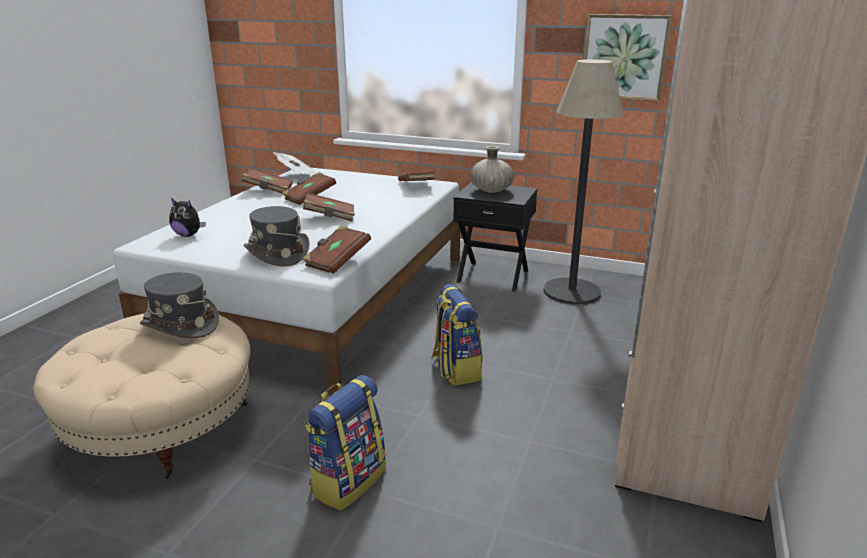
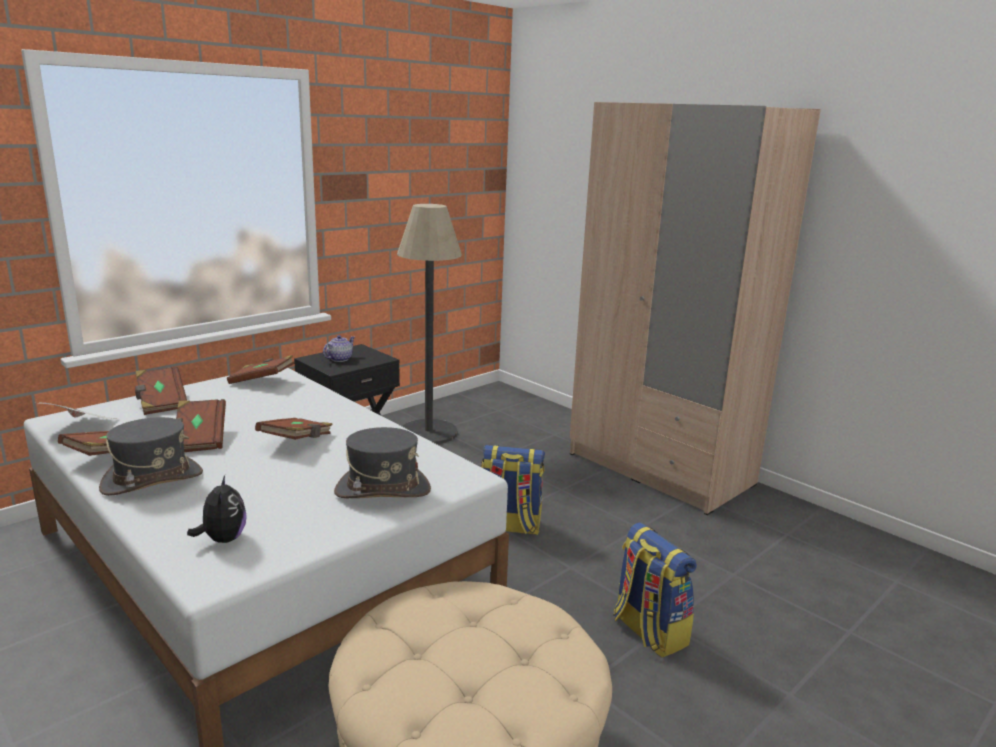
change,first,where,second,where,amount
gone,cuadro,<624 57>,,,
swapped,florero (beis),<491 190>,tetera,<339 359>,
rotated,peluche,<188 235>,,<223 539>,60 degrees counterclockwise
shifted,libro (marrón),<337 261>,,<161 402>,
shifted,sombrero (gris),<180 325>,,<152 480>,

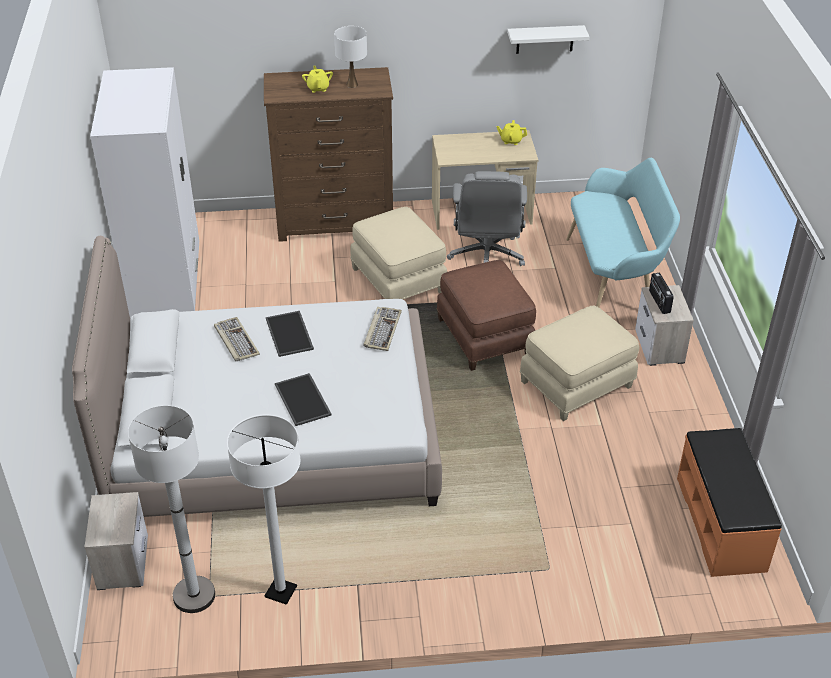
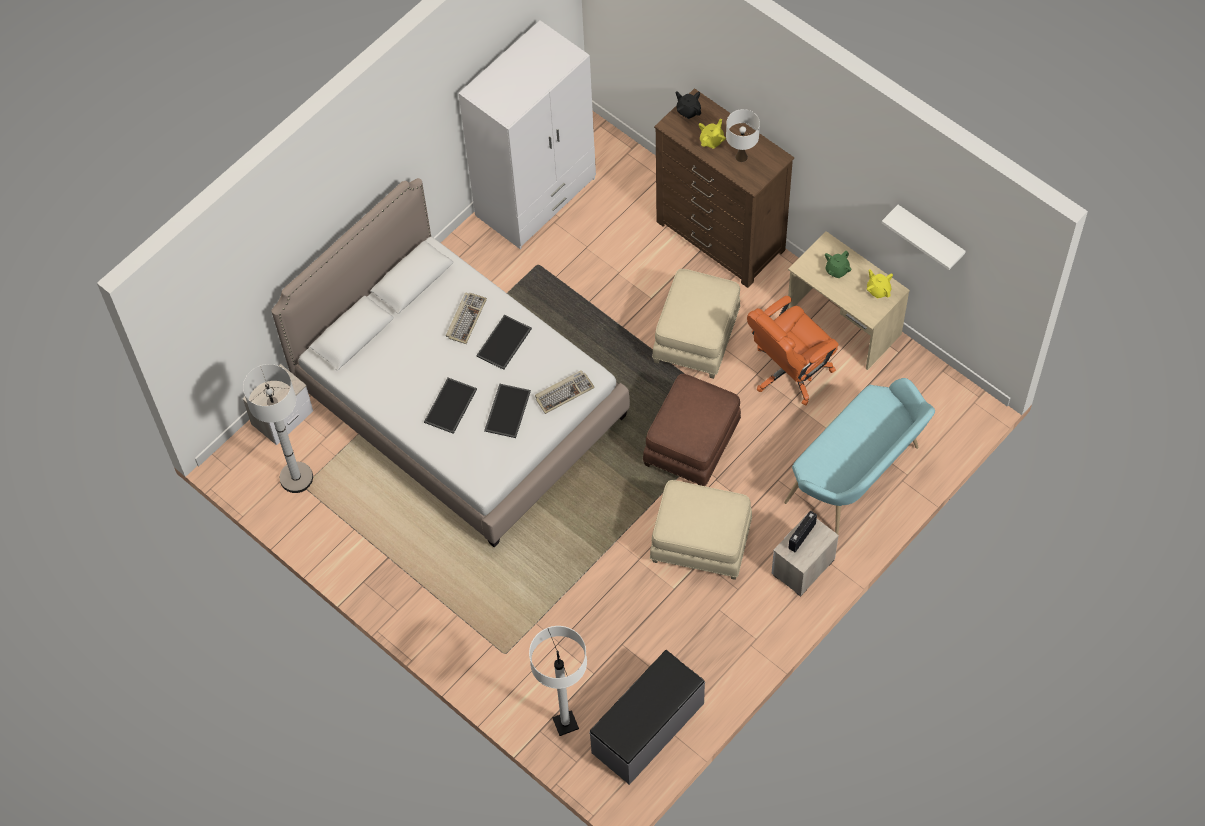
change,first,where,second,where,amount
repainted,silla de oficina (gris),<487 256>,silla de oficina (naranja),<789 371>,
shifted,lámpara de pie (blanco),<281 592>,,<565 723>,
repainted,banco (naranja),<721 523>,banco (gris),<648 728>,
new,,,tetera (negro),<688 110>,
new,,,tetera (verde),<837 270>,
new,,,bandeja,<507 410>,

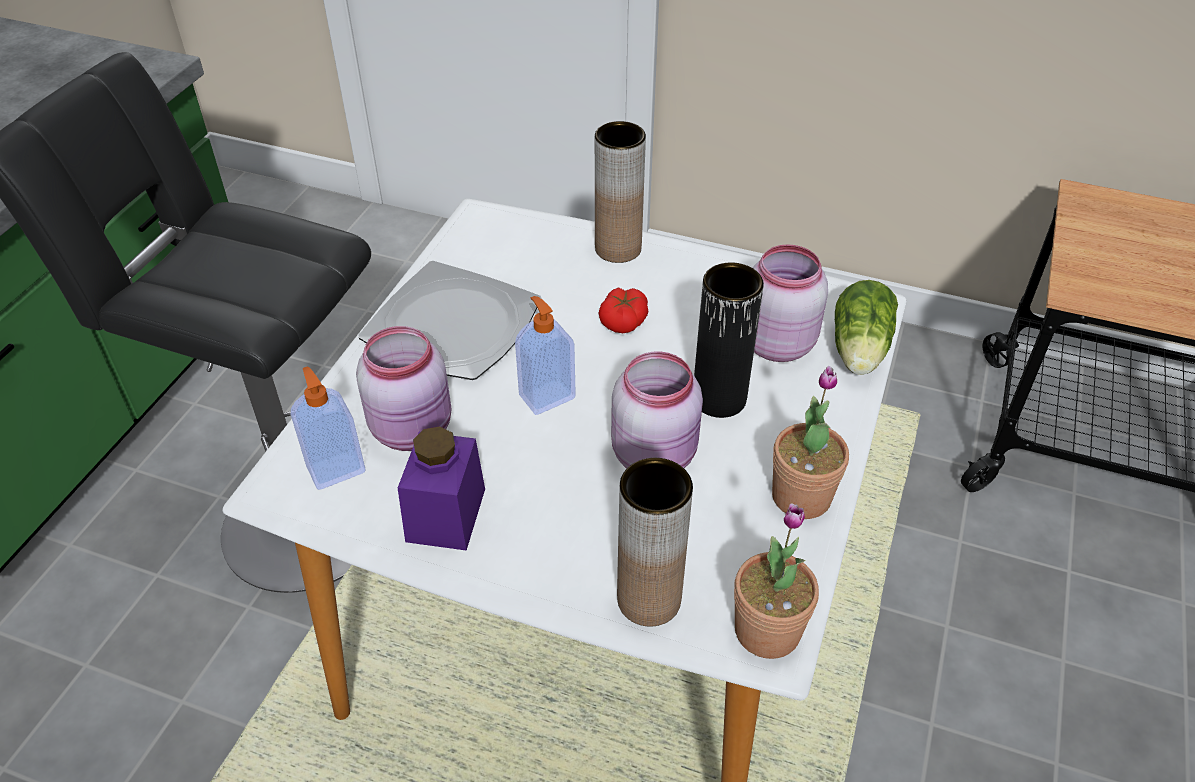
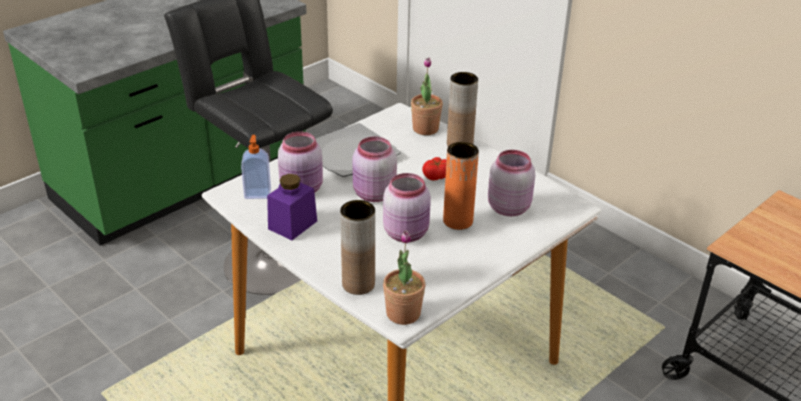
change,first,where,second,where,amount
repainted,florero (negro),<719 398>,florero (naranja),<458 221>,
gone,lechuga,<859 351>,,,
swapped,dispensador de jabón,<546 396>,tarro (rosa),<373 194>,
shifted,planta en maceta,<801 496>,,<425 129>,

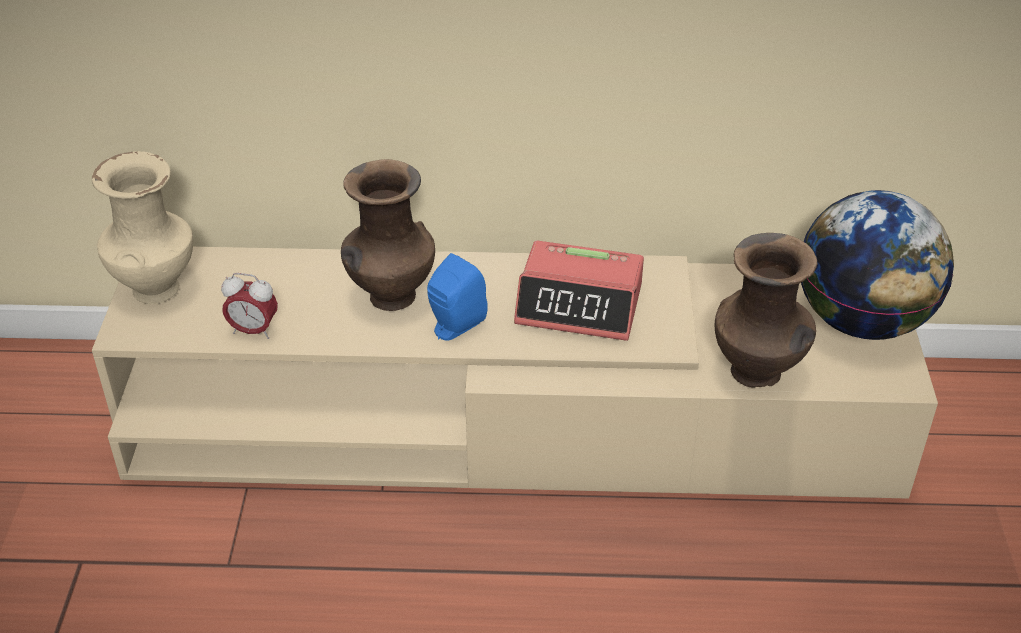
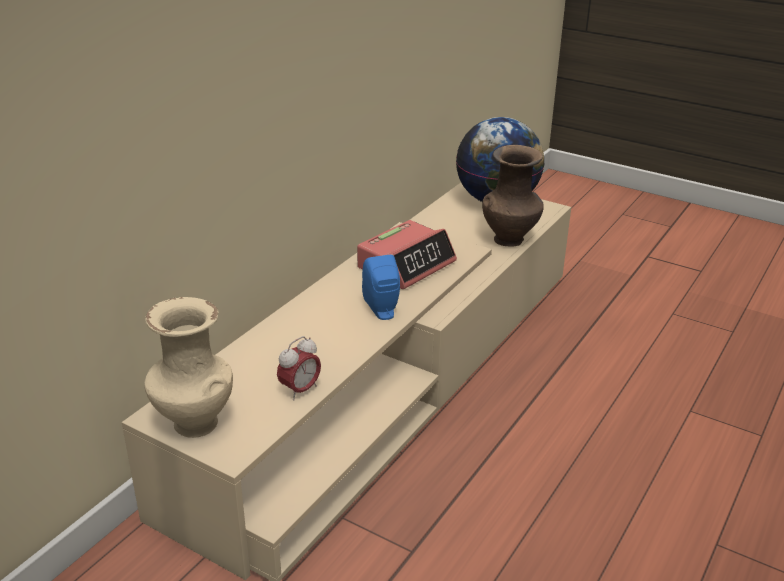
change,first,where,second,where,amount
gone,florero (marrón),<390 297>,,,

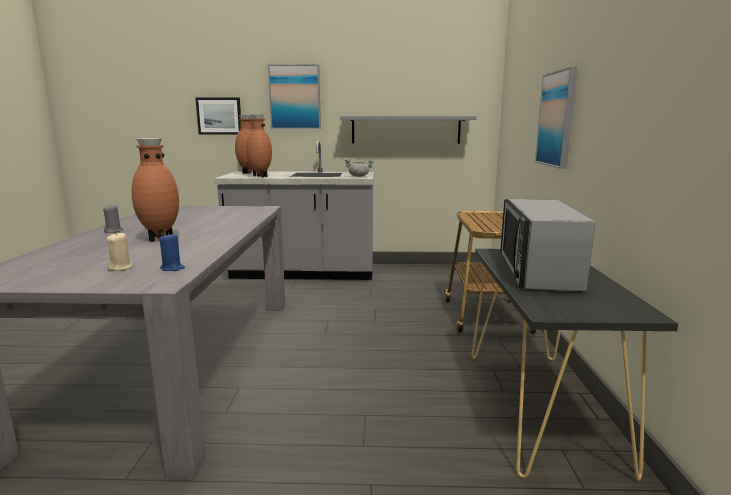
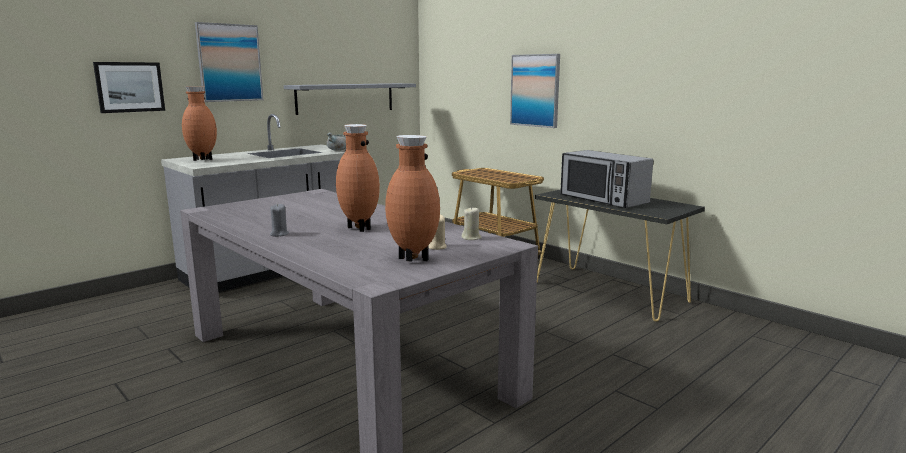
change,first,where,second,where,amount
shifted,florero (marrón),<260 176>,,<413 259>,
repainted,vela (azul),<172 268>,vela (beis),<471 238>,

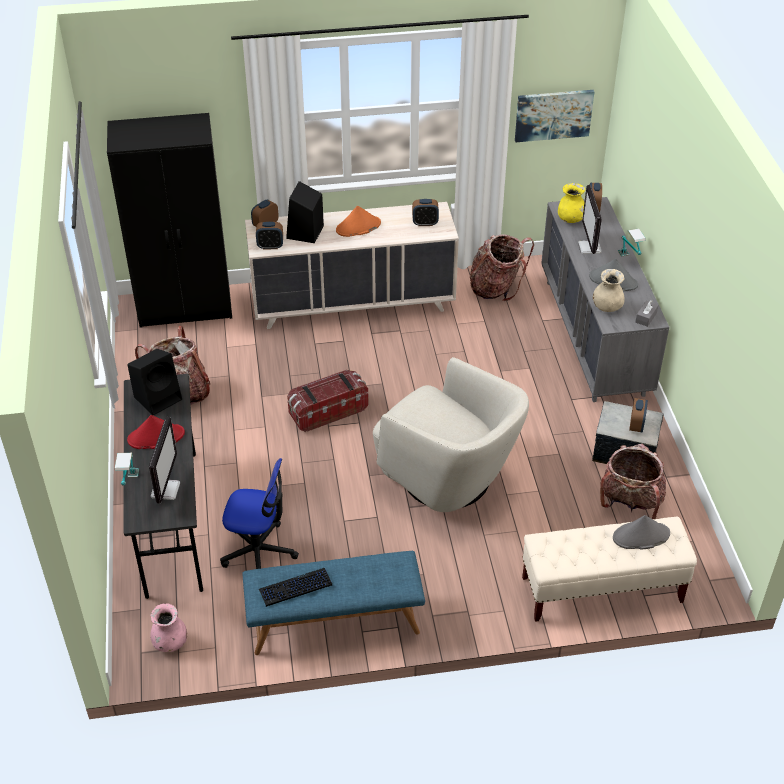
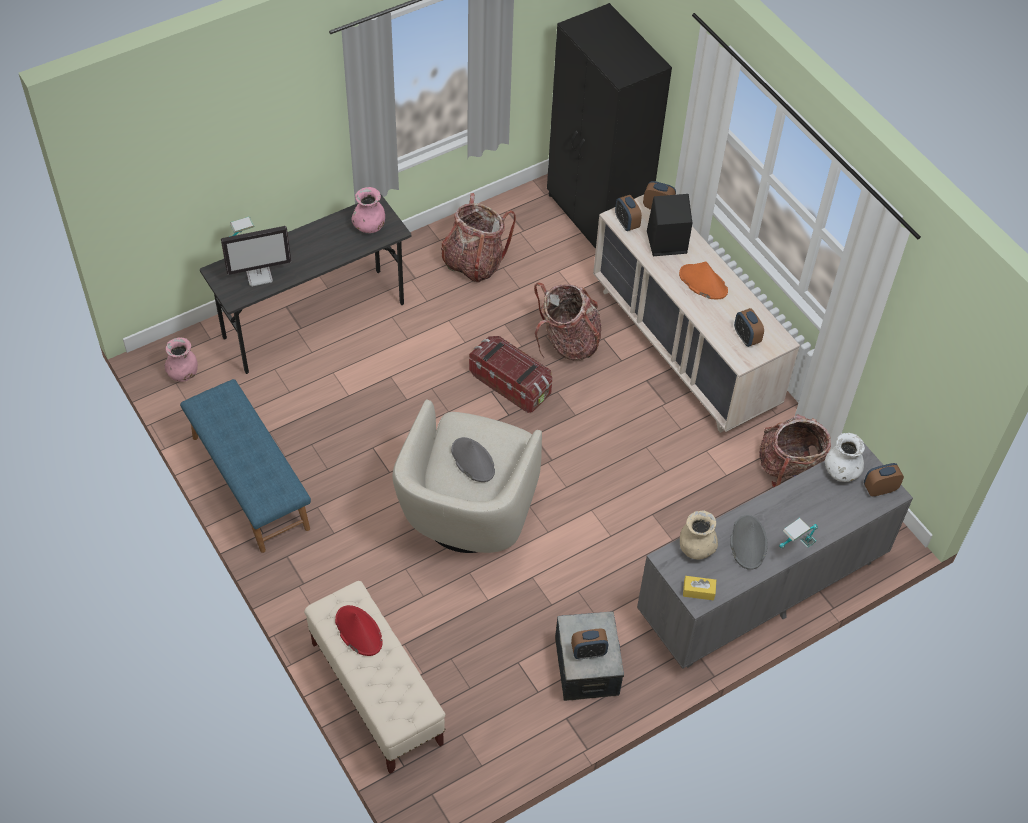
change,first,where,second,where,amount
gone,cuadro,<553 115>,,,
repainted,florero (amarillo),<570 219>,florero (blanco),<841 472>,
gone,monitor,<589 248>,,,
repainted,caja de pañuelos (gris),<646 317>,caja de pañuelos (amarillo),<698 591>,
swapped,altavoz (negro),<159 397>,florero (rosa),<369 226>,
shifted,sombrero (rojo),<156 437>,,<358 631>,
shifted,mochila,<630 502>,,<568 343>,
gone,silla de oficina,<259 552>,,,
shifted,sombrero (gris),<641 536>,,<472 460>,
gone,teclado,<295 588>,,,

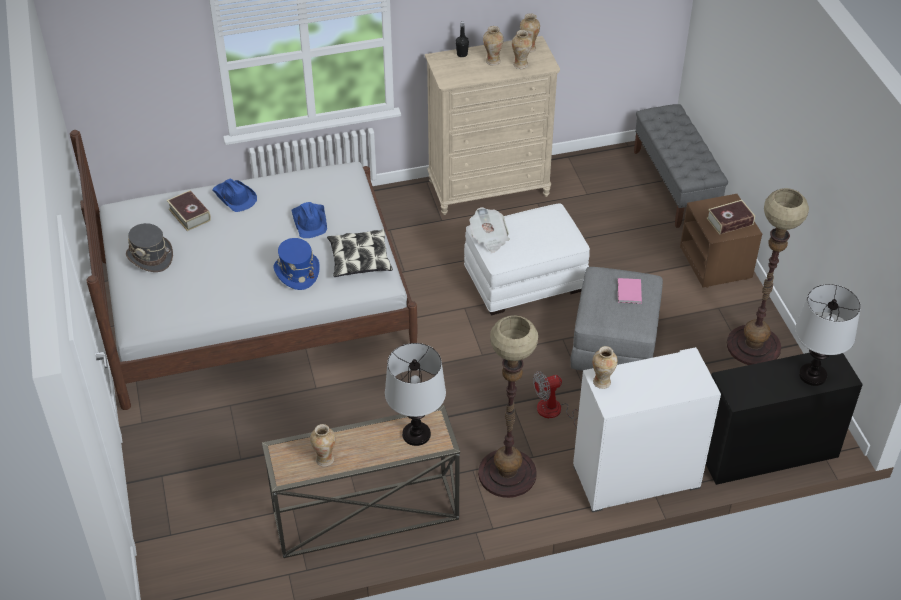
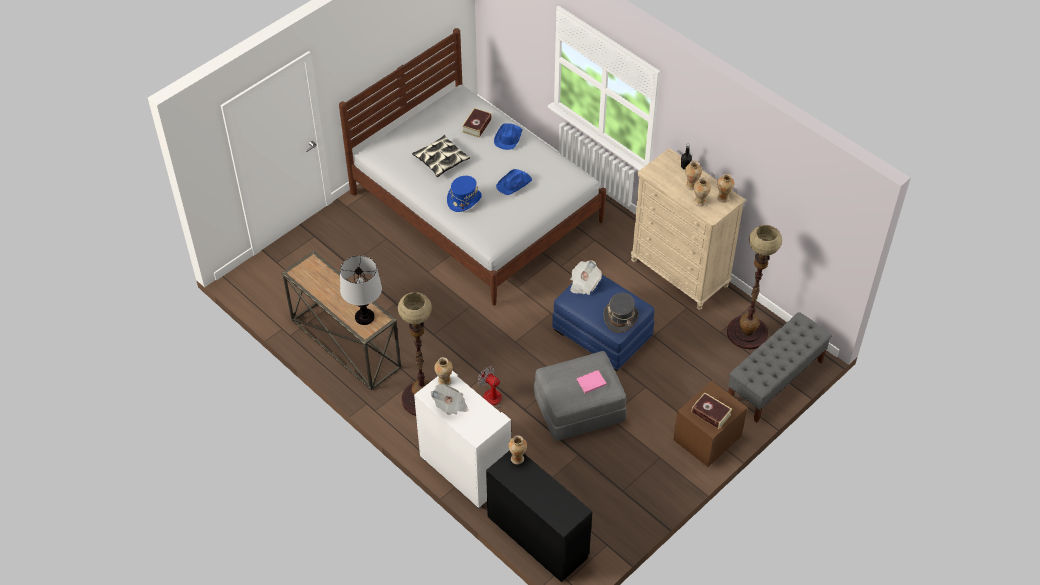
change,first,where,second,where,amount
shifted,lámpara de pie,<753 346>,,<747 333>,
repainted,puf (blanco),<524 280>,puf (azul),<601 334>,
shifted,sombrero (gris),<150 257>,,<620 318>,
shifted,cojín,<359 259>,,<441 160>,
gone,lámpara de mesa,<813 375>,,,
shifted,florero,<325 459>,,<517 458>,
new,,,periódico,<450 405>,

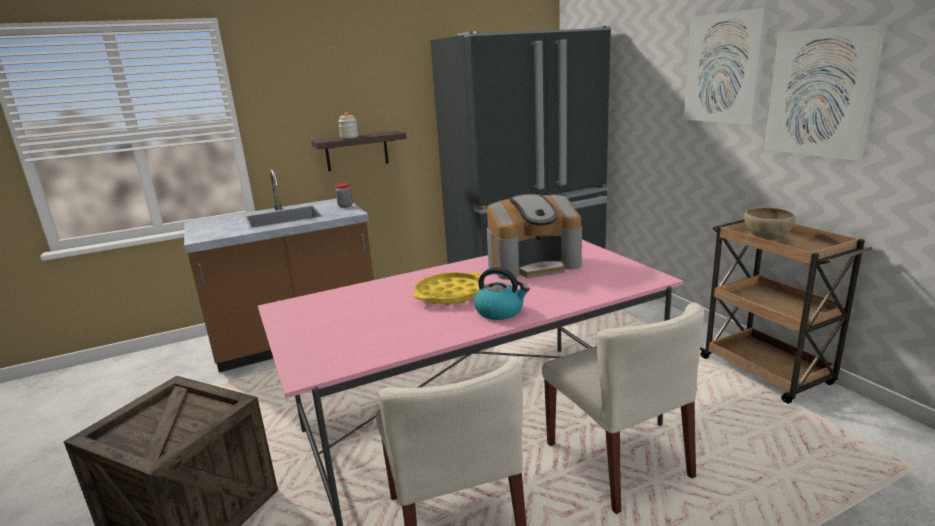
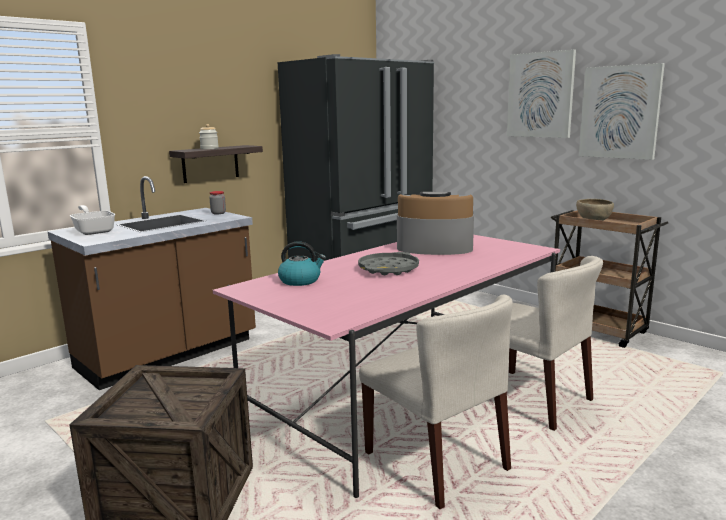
change,first,where,second,where,amount
rotated,cafetera,<533 264>,,<434 247>,135 degrees counterclockwise
shifted,hervidor,<500 311>,,<300 280>,
repainted,bandeja (amarillo),<450 294>,bandeja (gris),<388 269>,
new,,,sartén,<94 231>,

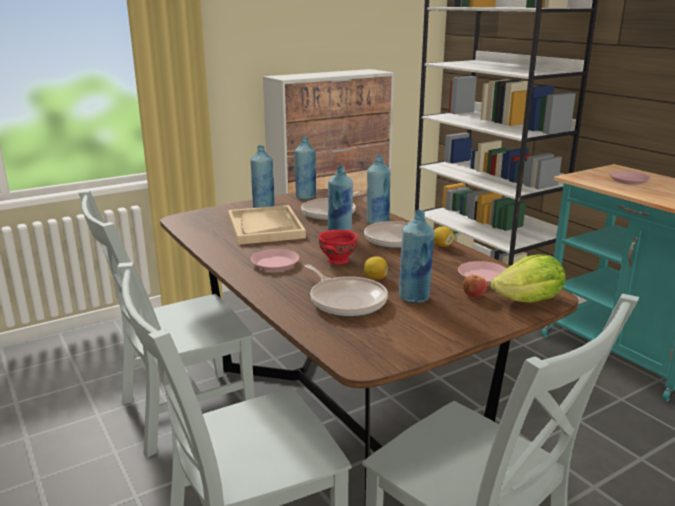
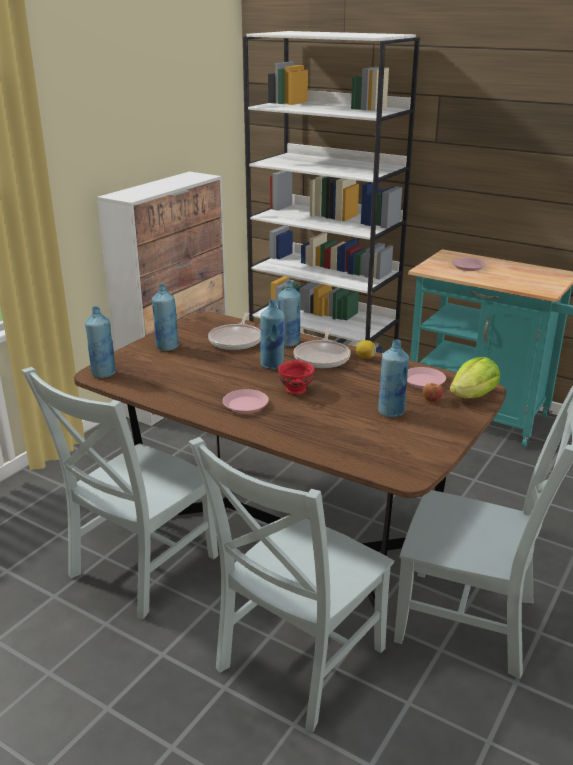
change,first,where,second,where,amount
shifted,botella (azul),<306 197>,,<103 373>,
gone,bandeja (beis),<265 227>,,,
gone,limón,<375 278>,,,
gone,sartén,<346 300>,,,

